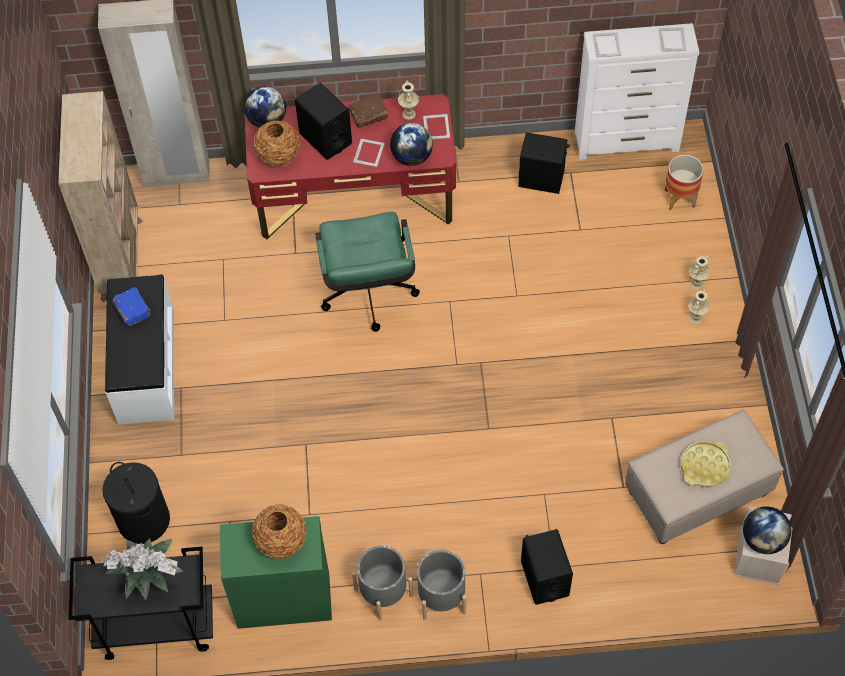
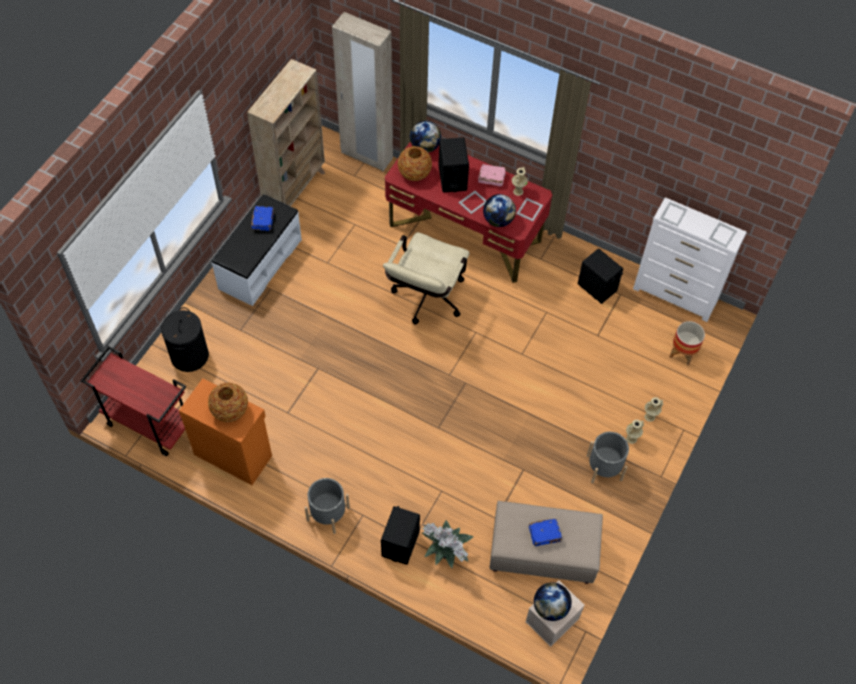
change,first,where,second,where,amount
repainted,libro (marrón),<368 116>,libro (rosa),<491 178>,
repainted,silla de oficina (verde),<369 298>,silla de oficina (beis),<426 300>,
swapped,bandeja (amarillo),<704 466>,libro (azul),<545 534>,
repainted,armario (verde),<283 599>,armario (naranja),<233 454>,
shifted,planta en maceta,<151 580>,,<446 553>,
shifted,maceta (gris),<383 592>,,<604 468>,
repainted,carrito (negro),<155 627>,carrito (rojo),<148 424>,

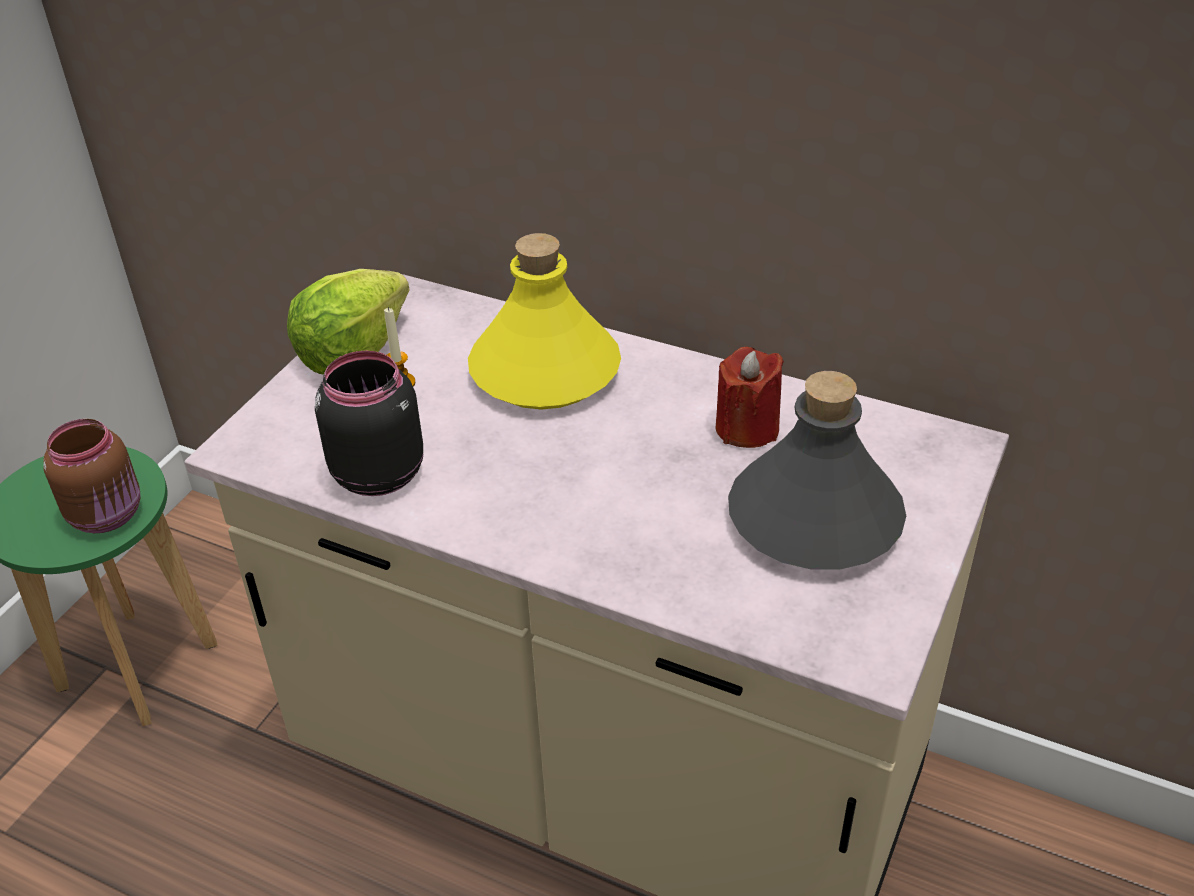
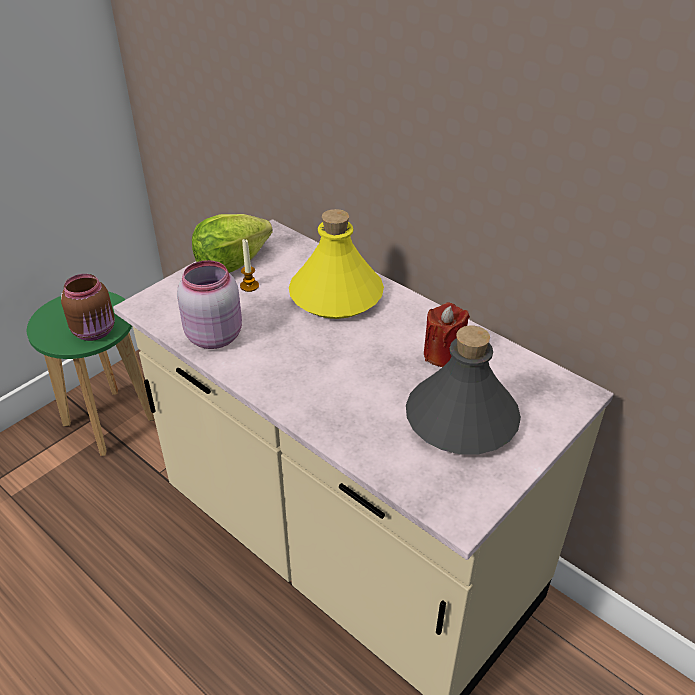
change,first,where,second,where,amount
repainted,tarro (negro),<377 472>,tarro (rosa),<213 335>,

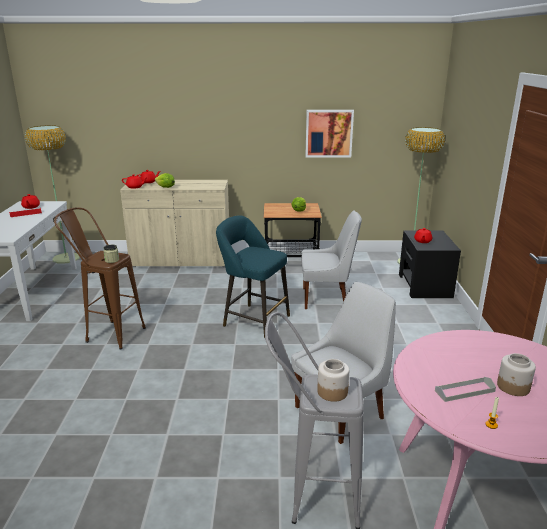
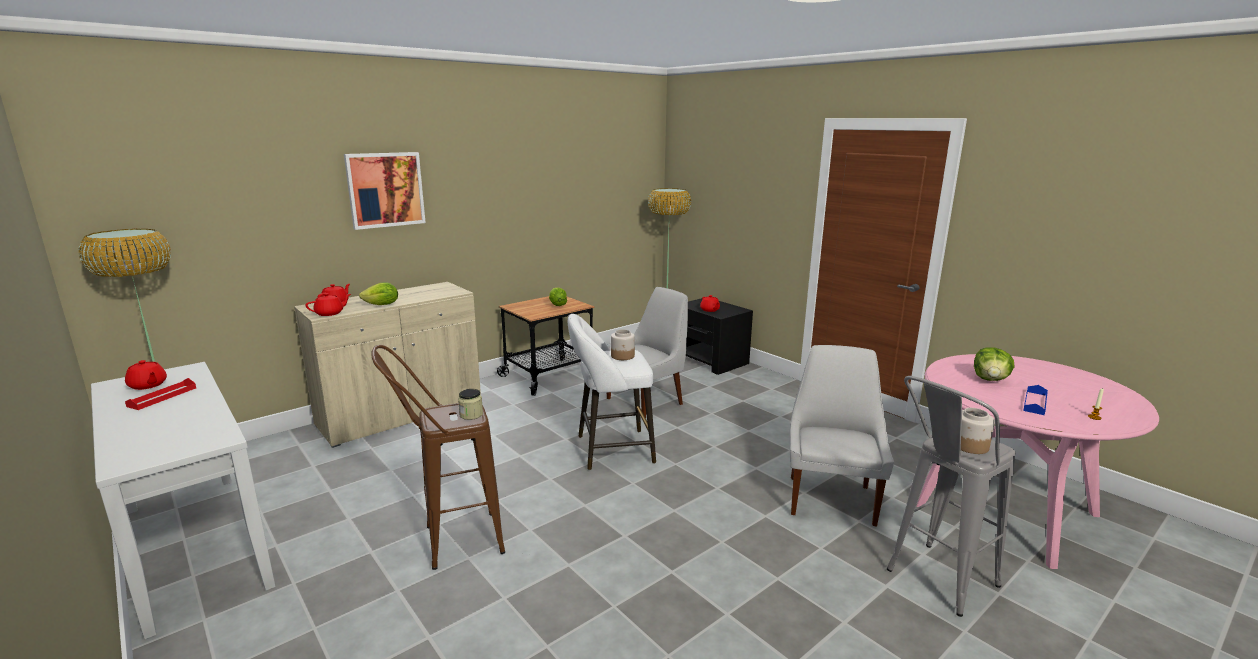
change,first,where,second,where,amount
shifted,cuadro,<329 133>,,<385 190>,
repainted,taburete (turquesa),<253 320>,taburete (blanco),<610 450>,
shifted,tarro,<513 387>,,<623 356>,
repainted,bandeja (gris),<464 391>,bandeja (azul),<1035 403>,
new,,,lechuga,<990 380>,

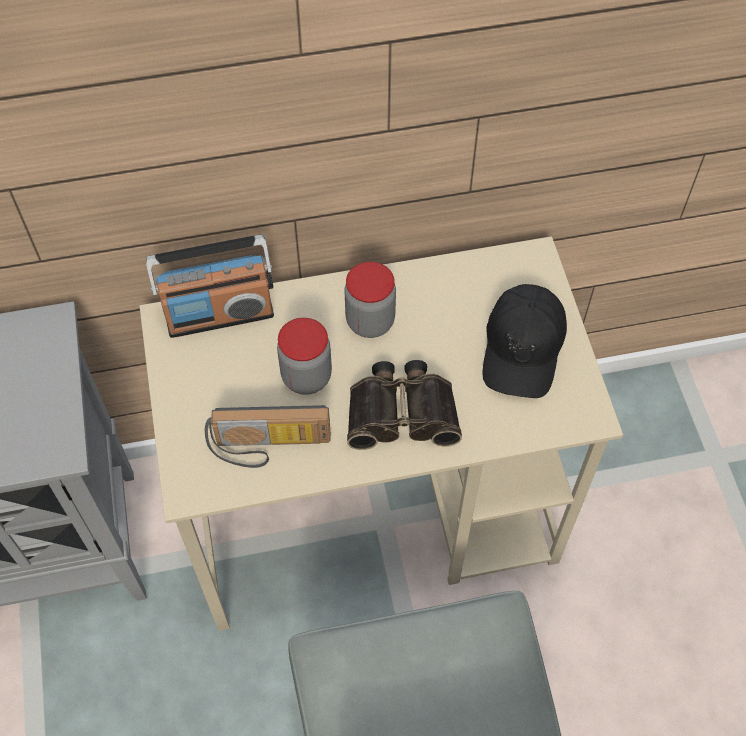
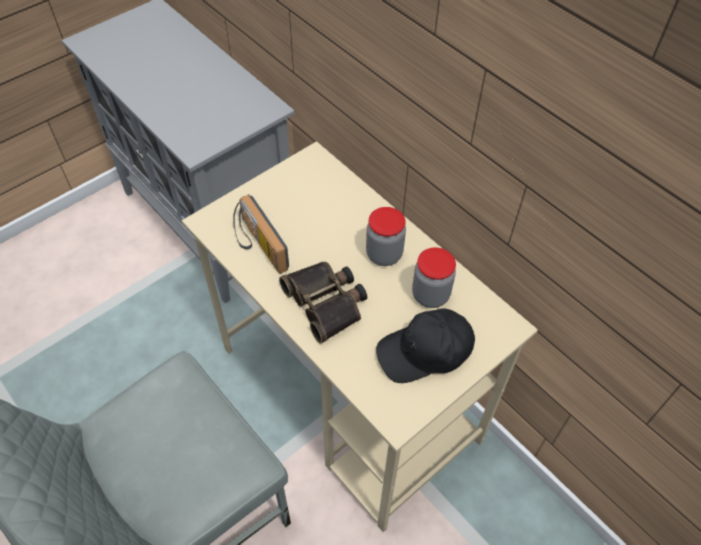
change,first,where,second,where,amount
gone,radio,<219 315>,,,
shifted,tarro,<306 376>,,<430 295>,

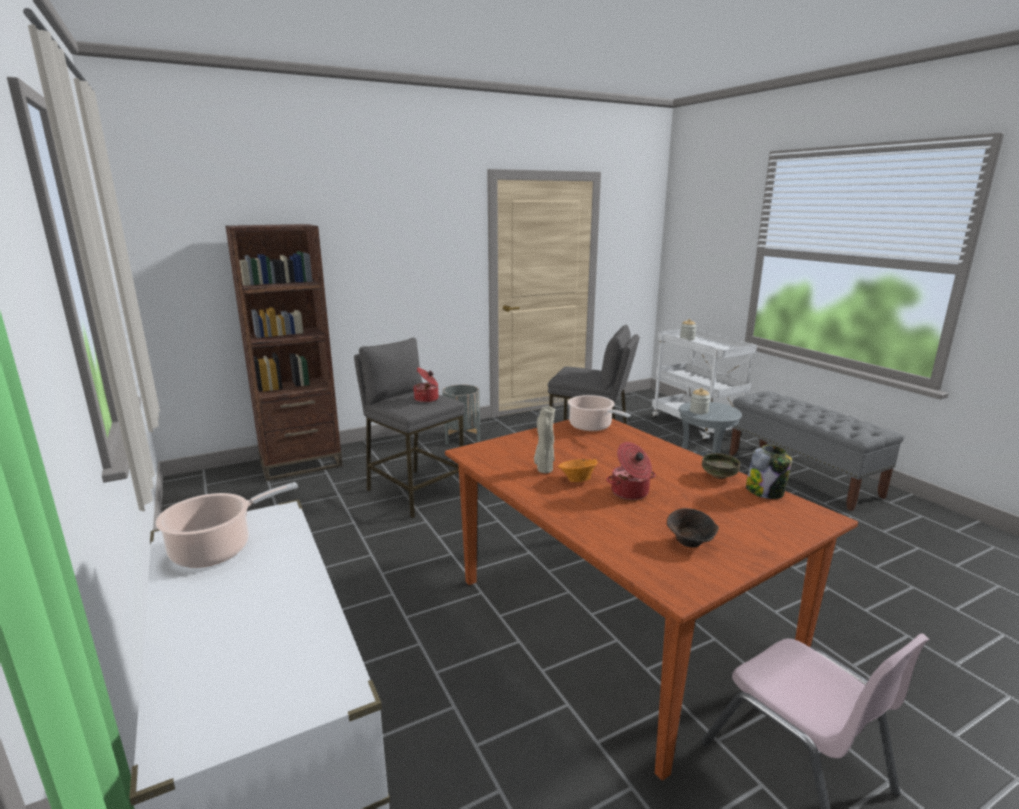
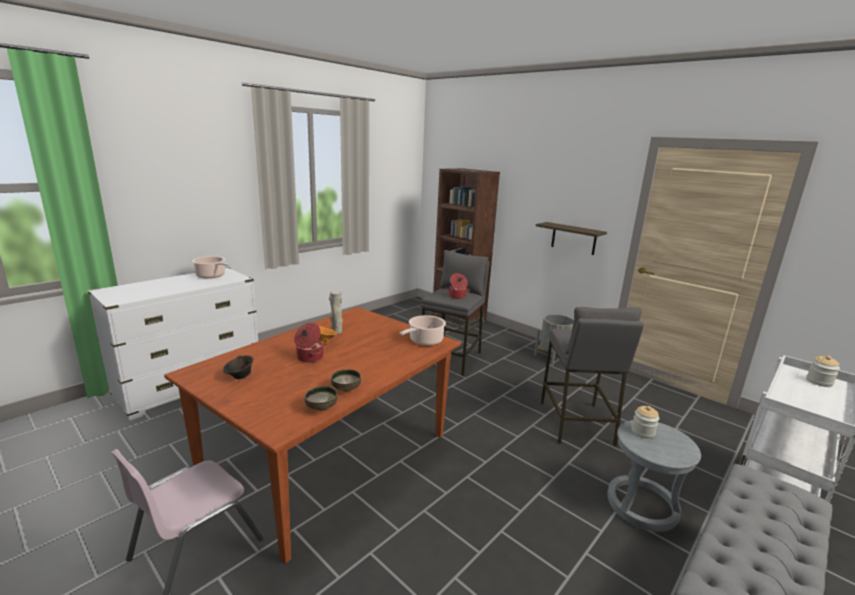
change,first,where,second,where,amount
swapped,tarro,<765 492>,cuenco,<322 408>,
new,,,estante,<573 238>,

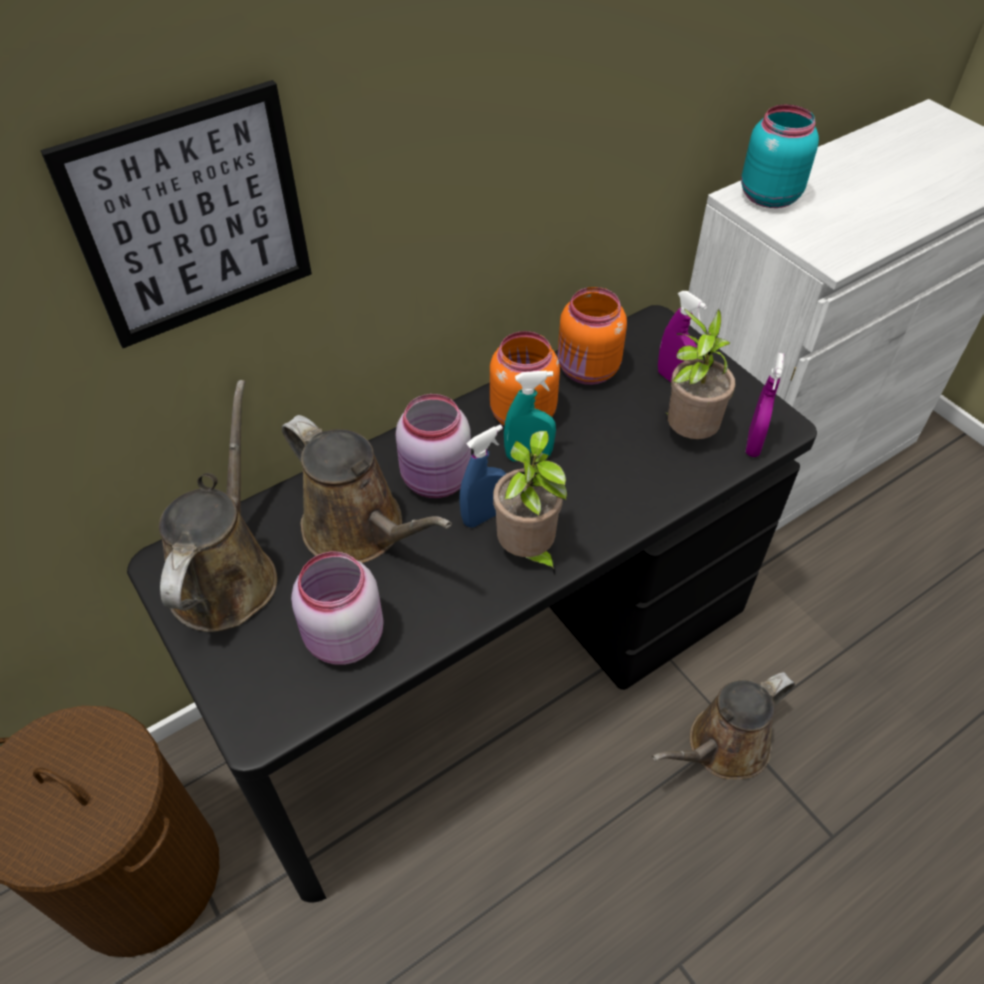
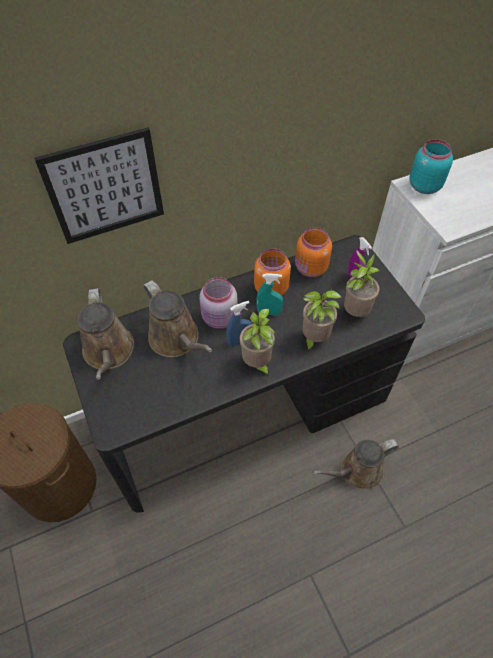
change,first,where,second,where,amount
gone,pulverizador (morado),<753 443>,,,
rotated,regadera (marrón),<226 574>,,<109 353>,150 degrees clockwise
gone,tarro (rosa),<343 639>,,,
new,,,planta en maceta,<314 339>,

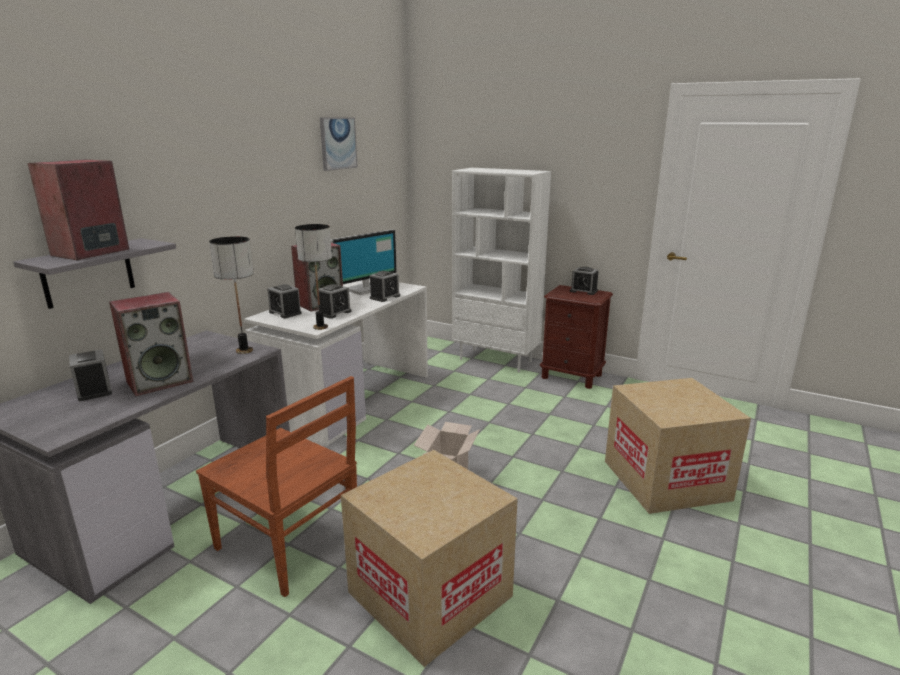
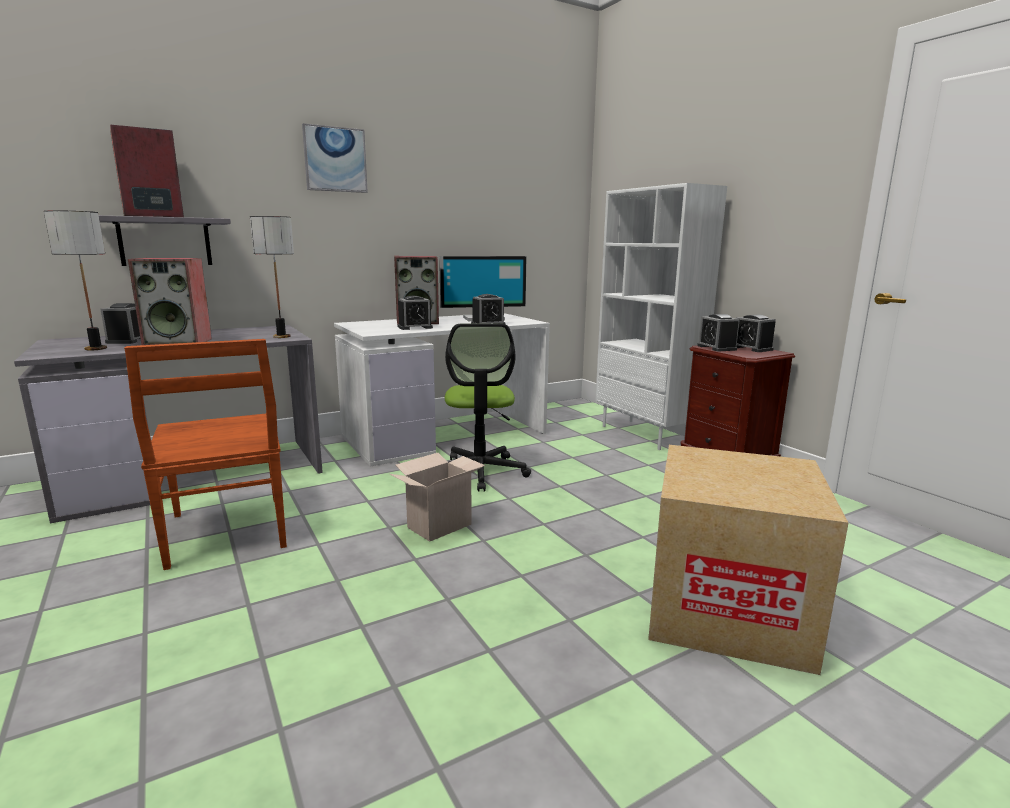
change,first,where,second,where,amount
shifted,cuadro,<338 143>,,<335 159>,
shifted,lámpara de mesa,<321 327>,,<96 348>,
shifted,despertador,<285 313>,,<716 348>,
gone,caja de cartón,<430 594>,,,
new,,,silla de oficina,<480 472>,

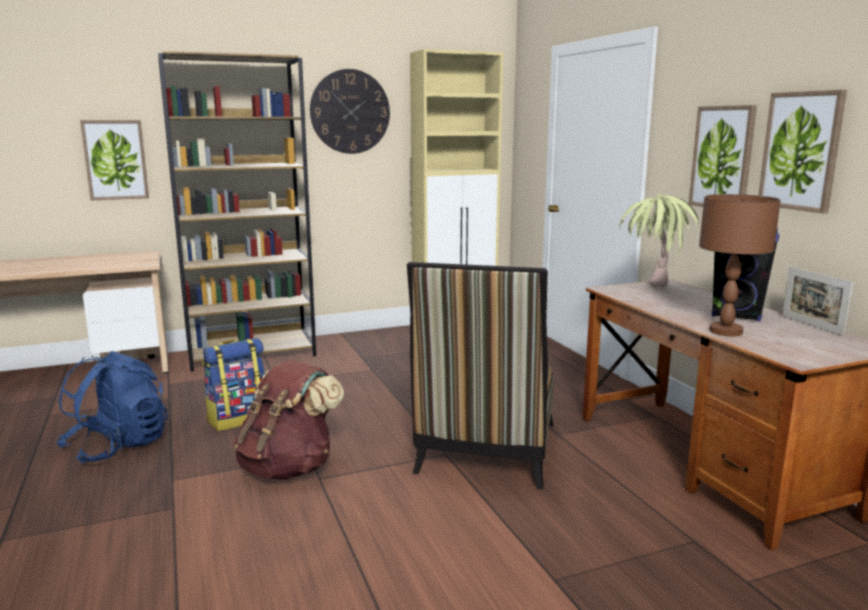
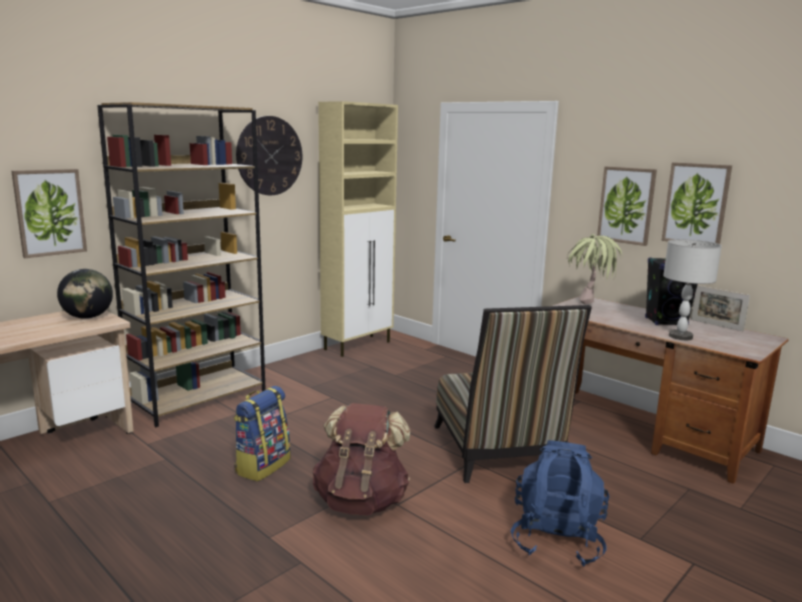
change,first,where,second,where,amount
repainted,lámpara de mesa (marrón),<725 331>,lámpara de mesa (gris),<680 336>,
shifted,mochila (azul),<117 446>,,<557 539>,
new,,,globo terráqueo,<88 317>,

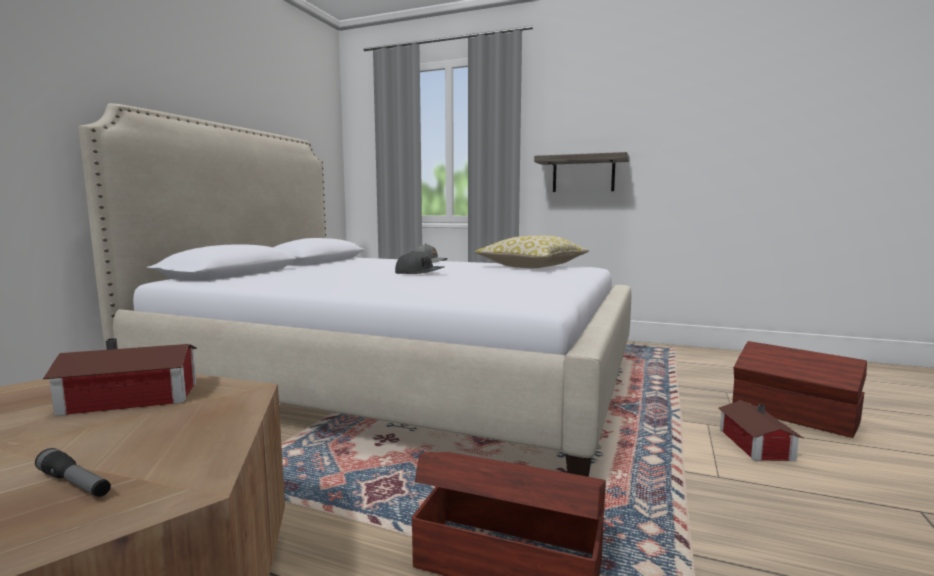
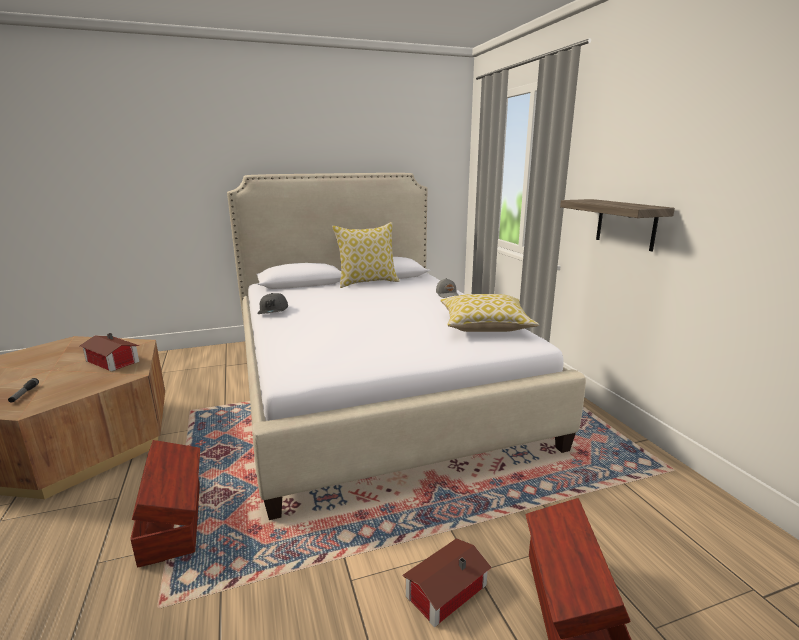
change,first,where,second,where,amount
shifted,gorra (gris),<420 273>,,<274 311>,
new,,,cojín,<367 282>,

